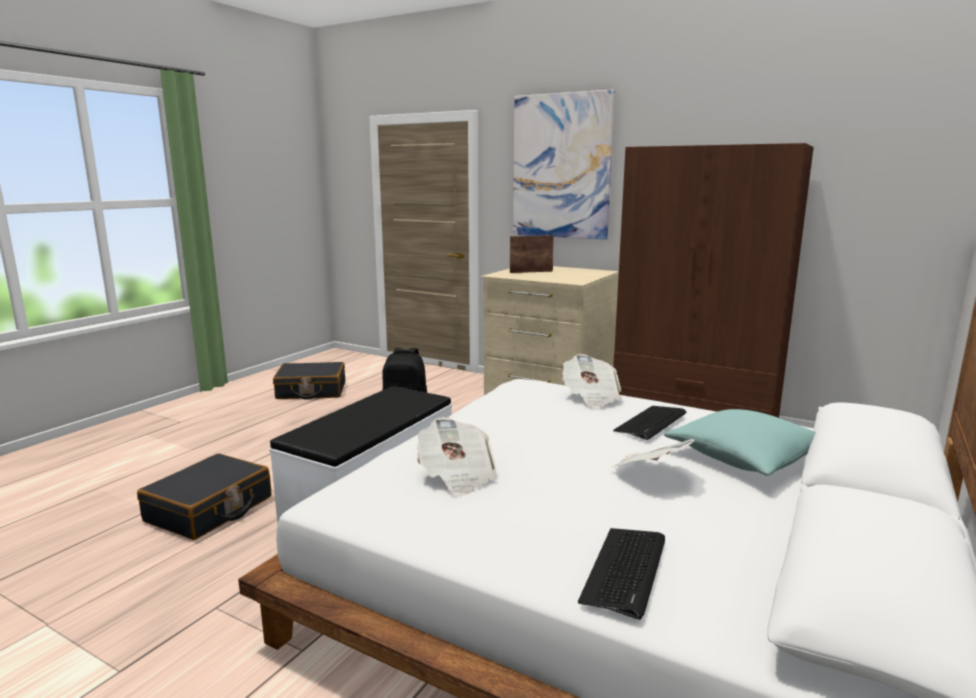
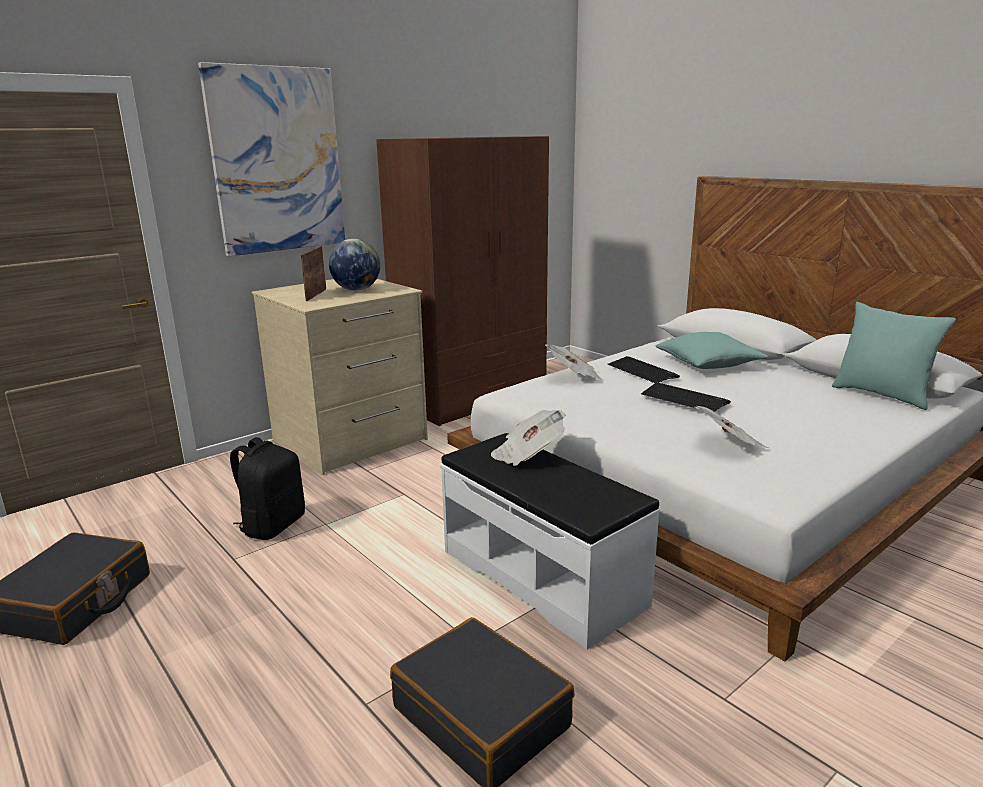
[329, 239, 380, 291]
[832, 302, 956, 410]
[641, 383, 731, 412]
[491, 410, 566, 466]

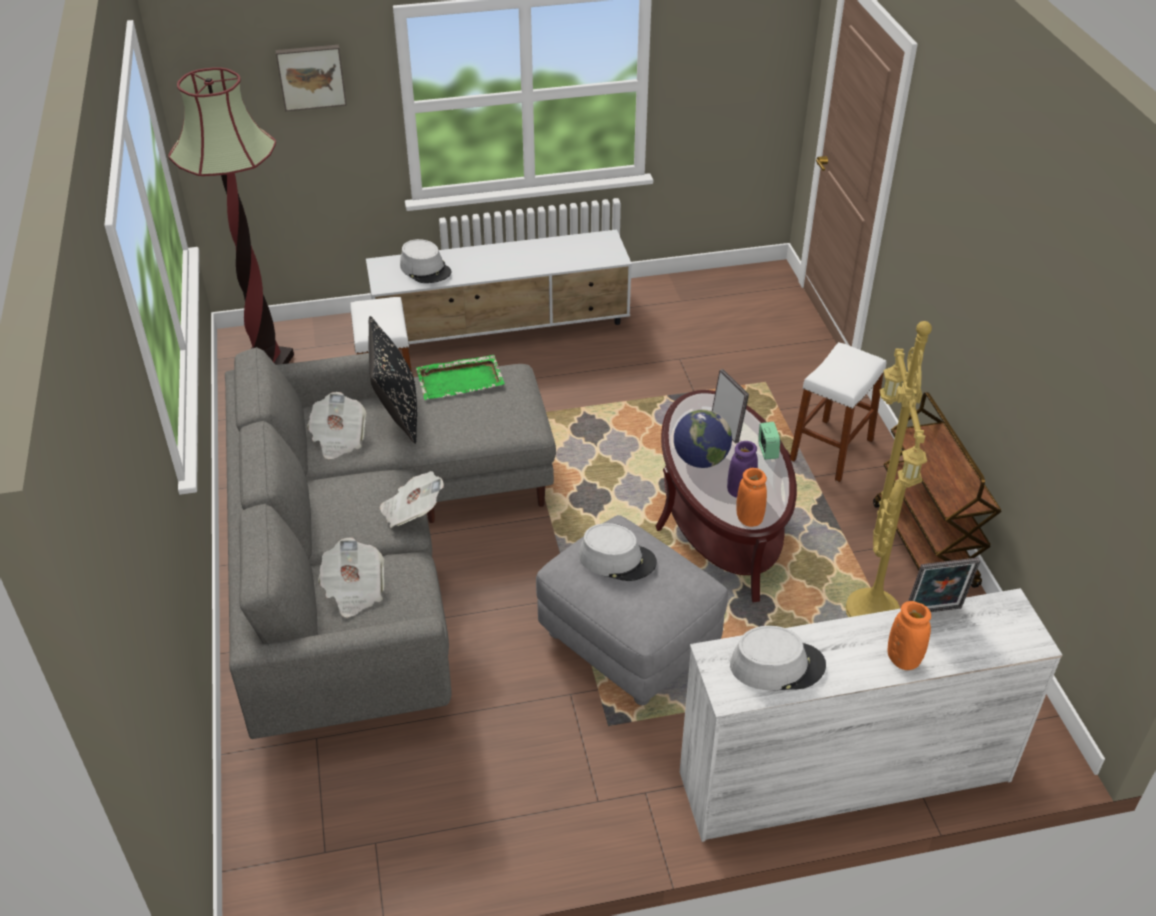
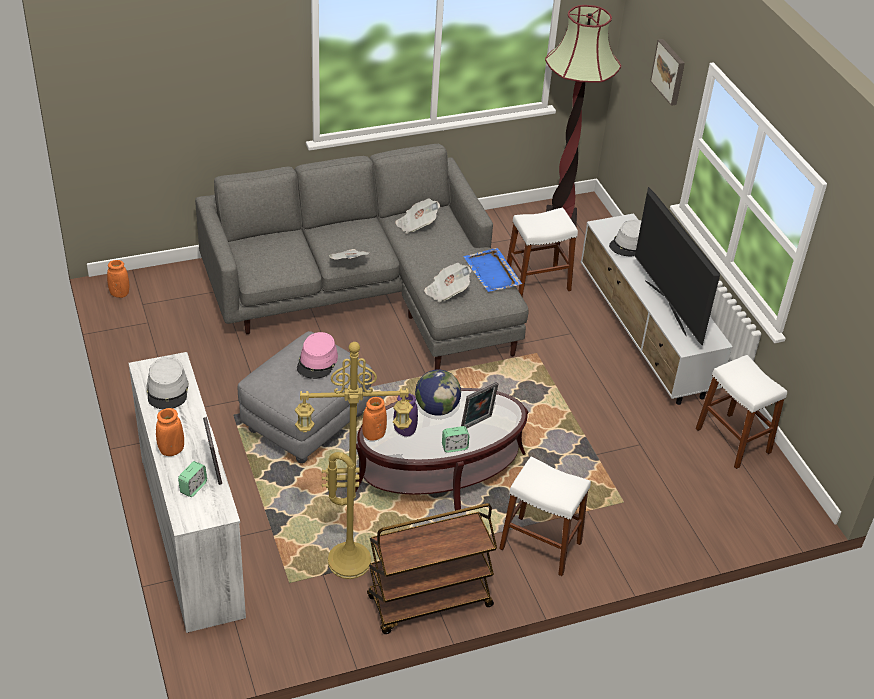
[368, 316, 417, 444] (first image)
[107, 260, 129, 298]
[178, 461, 207, 497]
[635, 187, 720, 346]
[696, 355, 787, 469]
[424, 263, 472, 303]
[463, 248, 522, 292]
[297, 332, 338, 379]

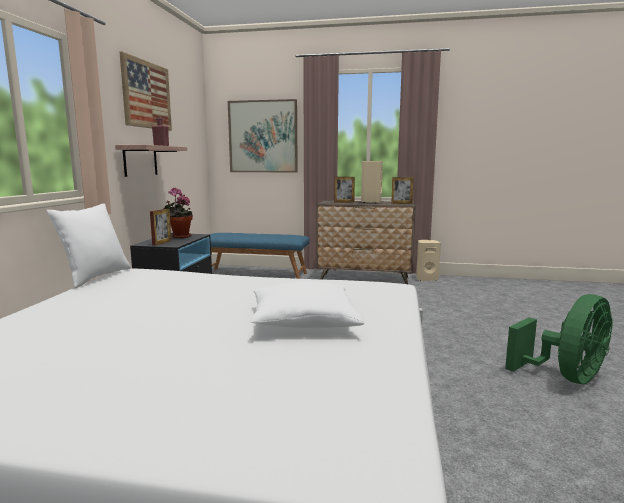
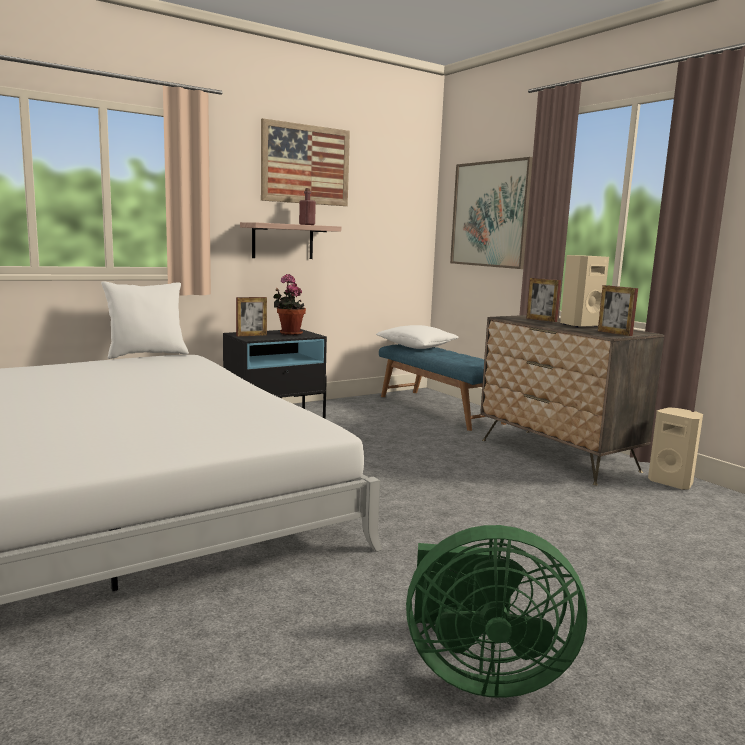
[376, 325, 459, 349]

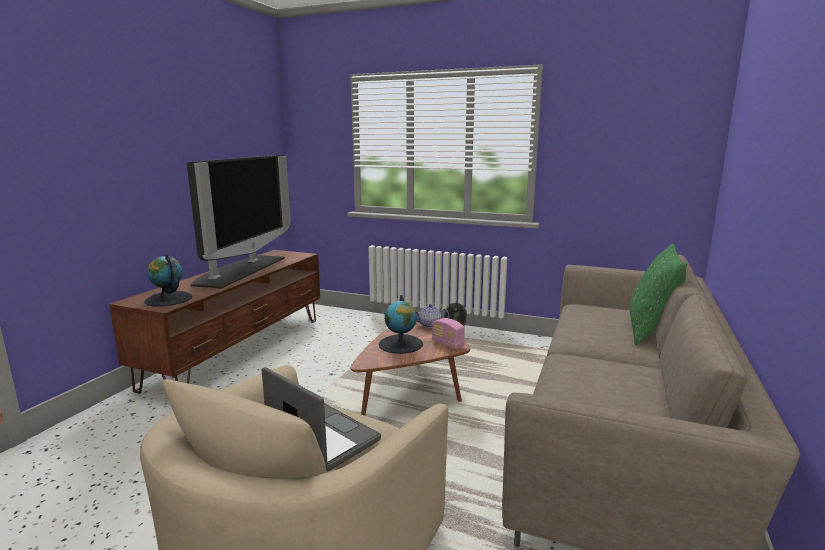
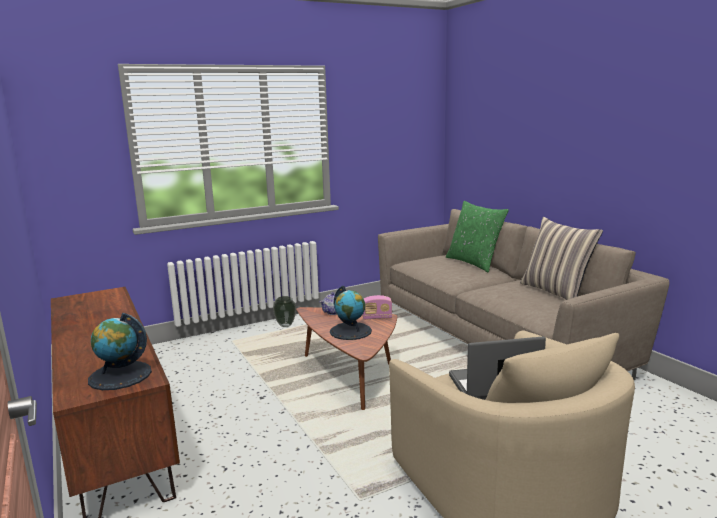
[187, 155, 291, 289] (first image)
[520, 217, 603, 300]

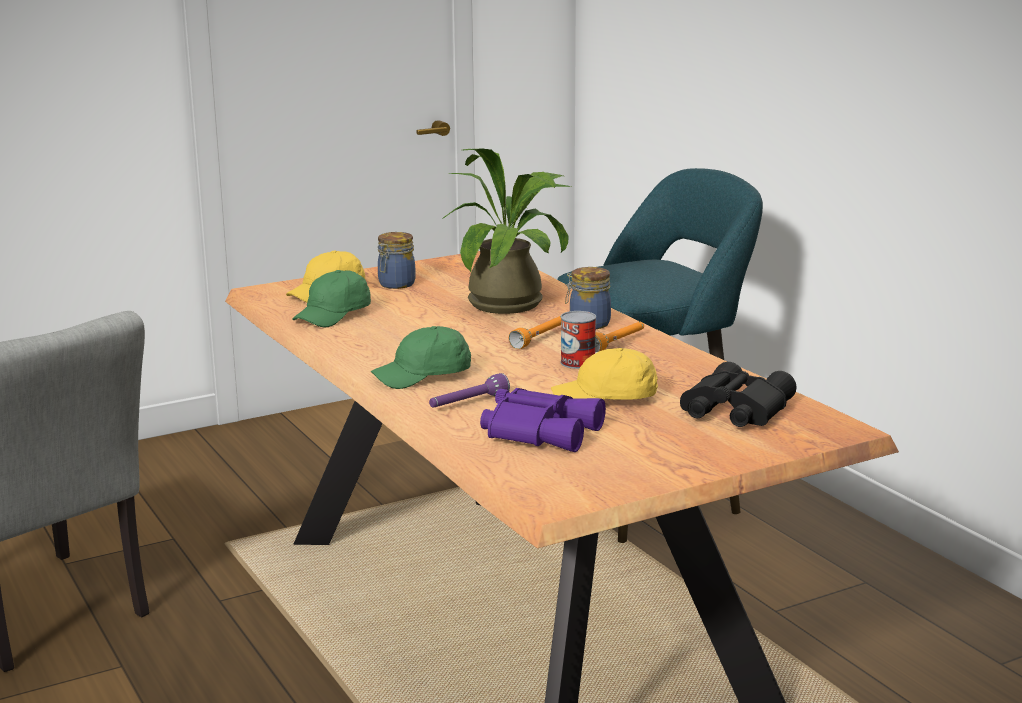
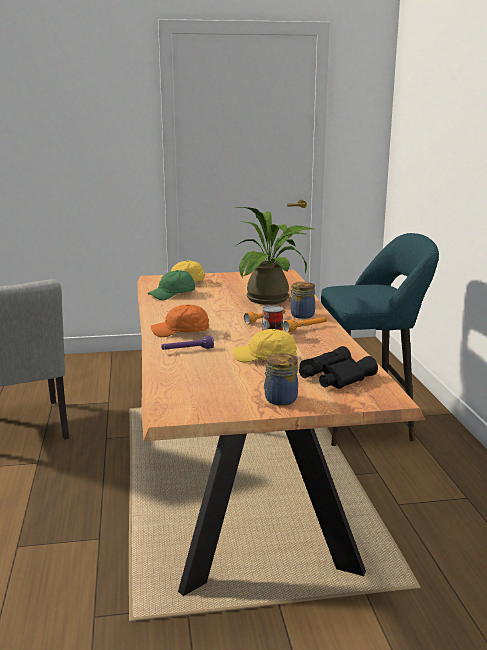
[480, 388, 606, 452] (first image)
[264, 353, 298, 406]
[151, 304, 209, 337]

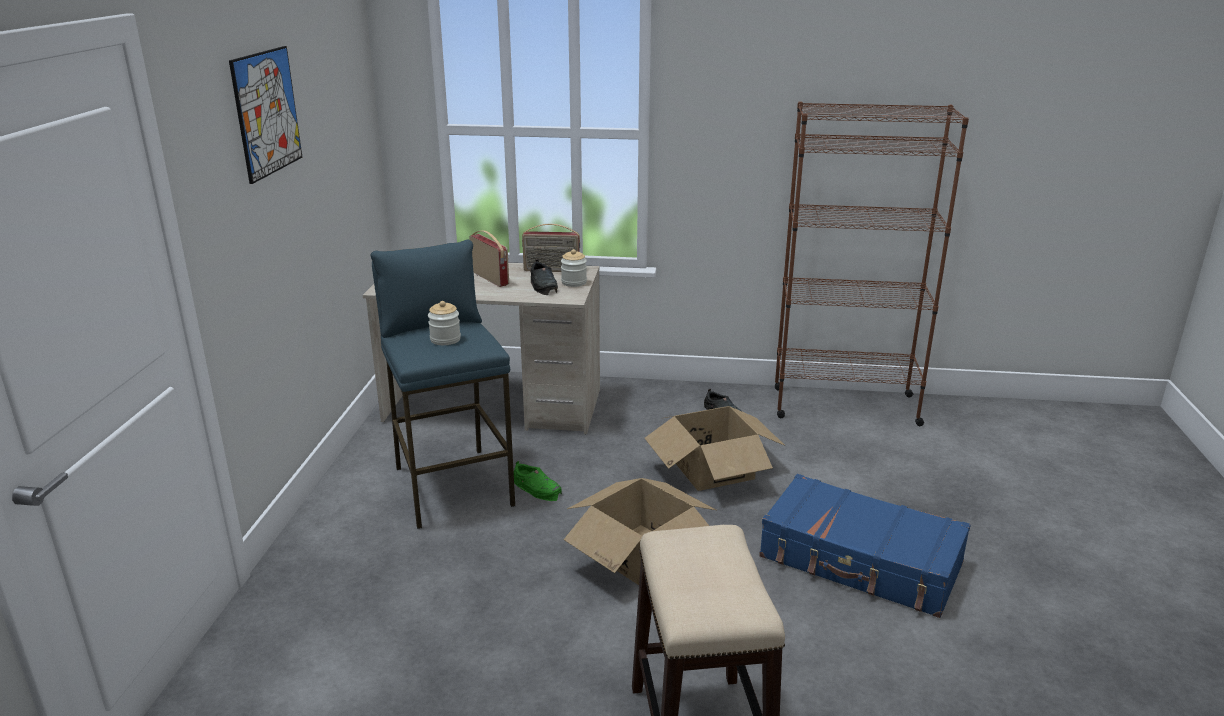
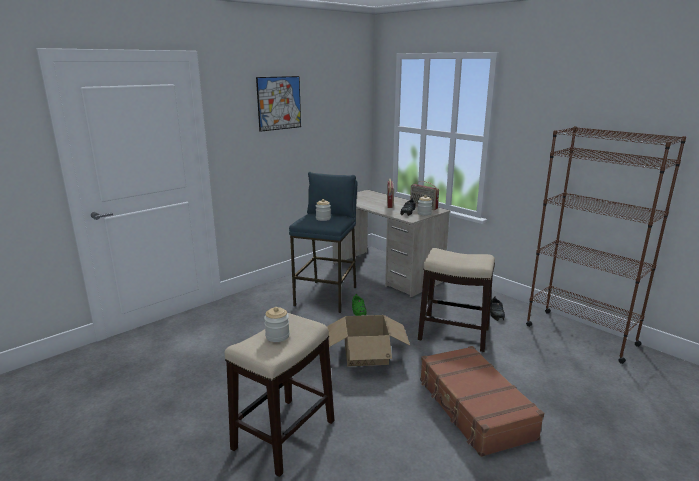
[264, 307, 290, 342]
[418, 248, 495, 352]
[420, 346, 544, 457]

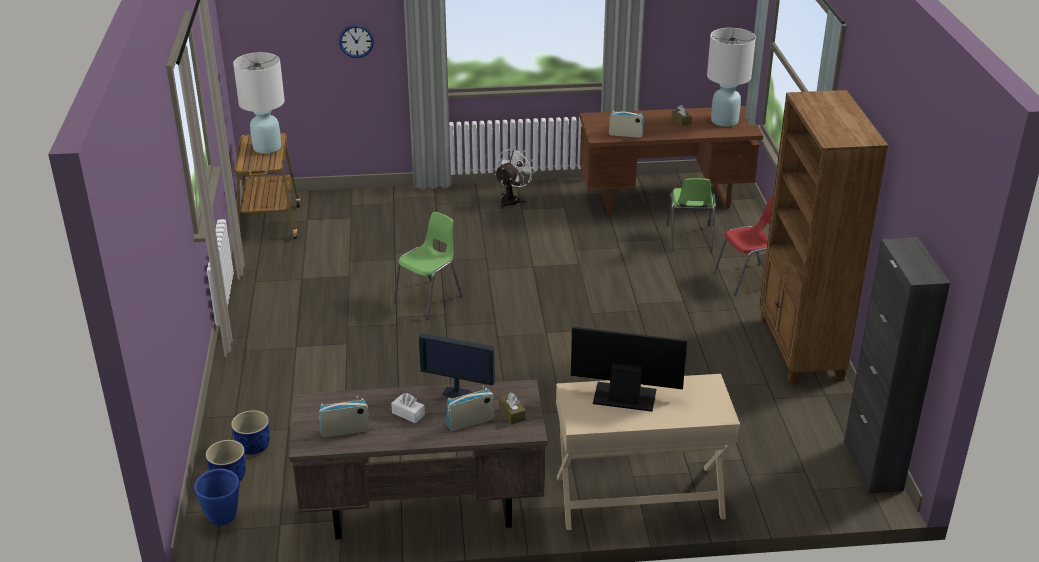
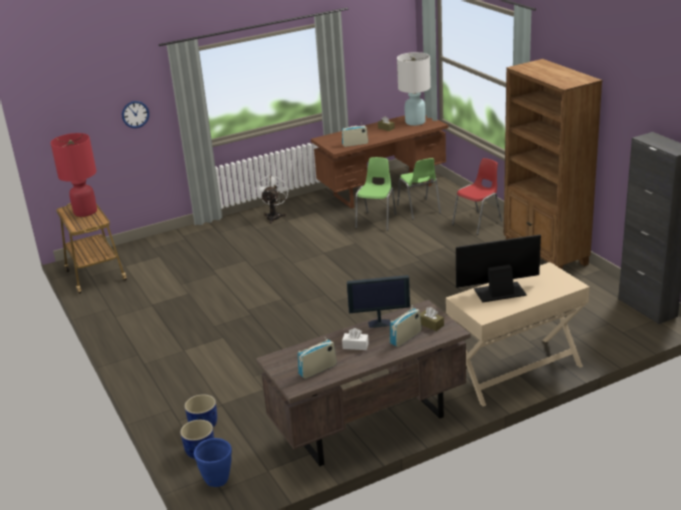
[355, 157, 396, 231]
[51, 133, 97, 217]

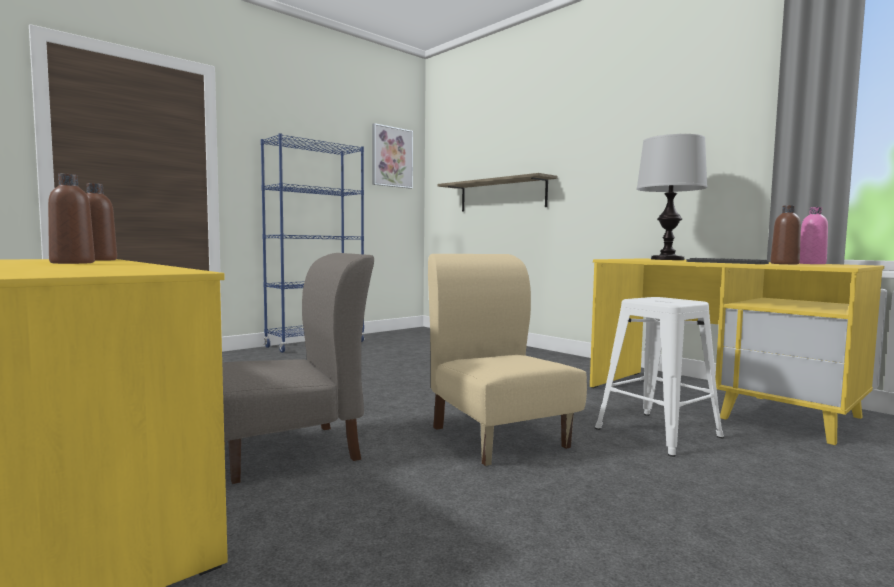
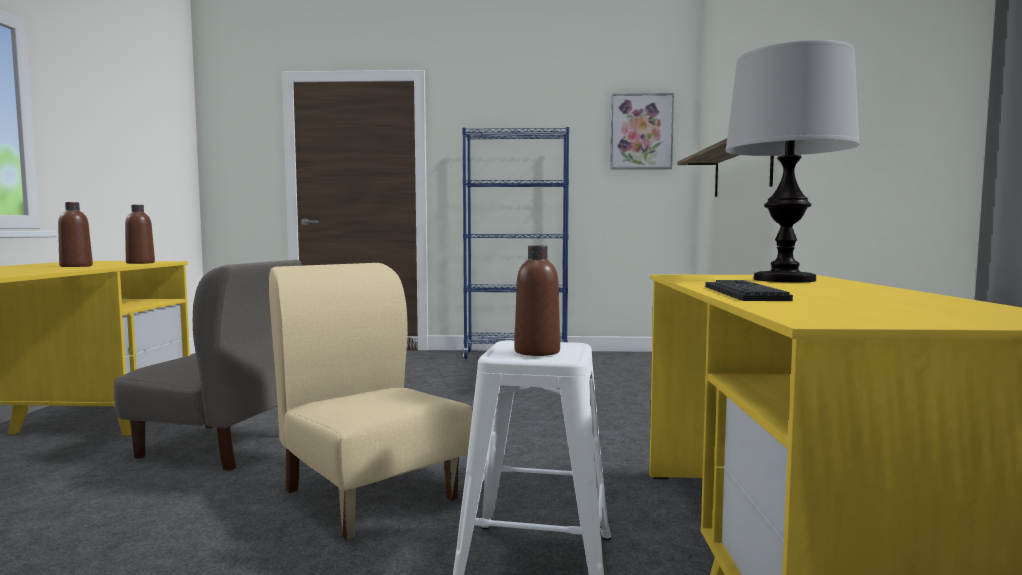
[799, 207, 828, 264] (first image)
[514, 245, 560, 356]
[269, 263, 472, 540]

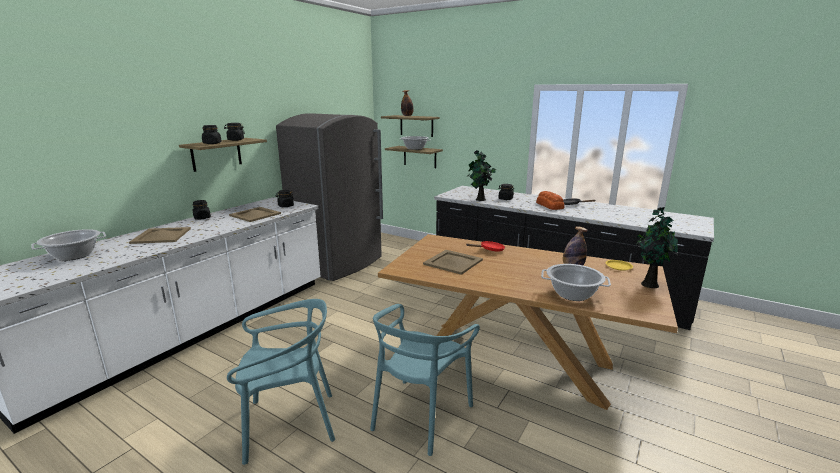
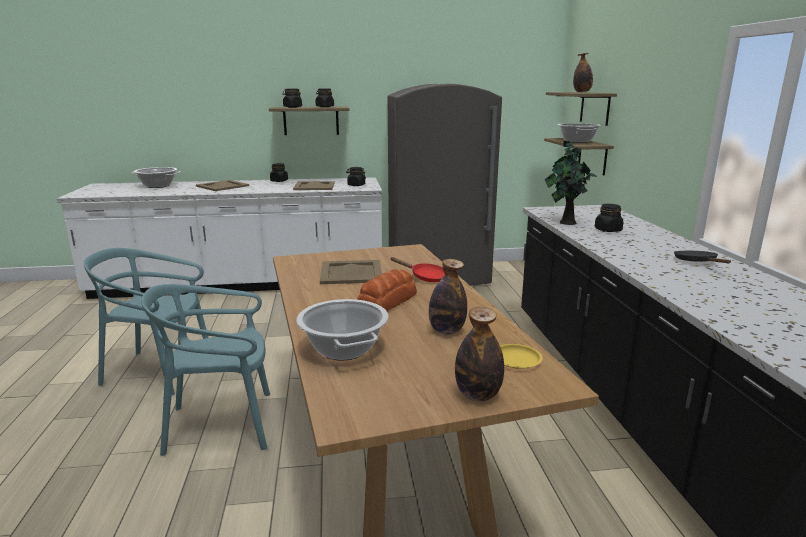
[357, 269, 417, 311]
[455, 307, 504, 401]
[84, 248, 209, 395]

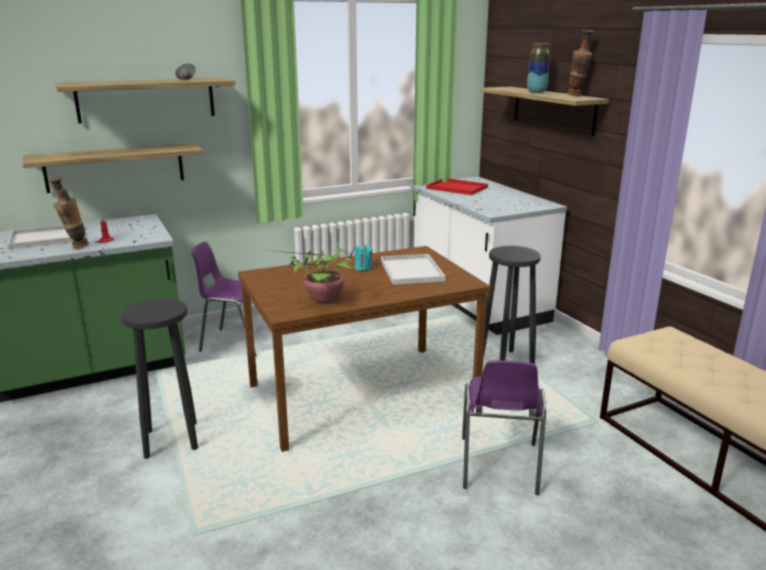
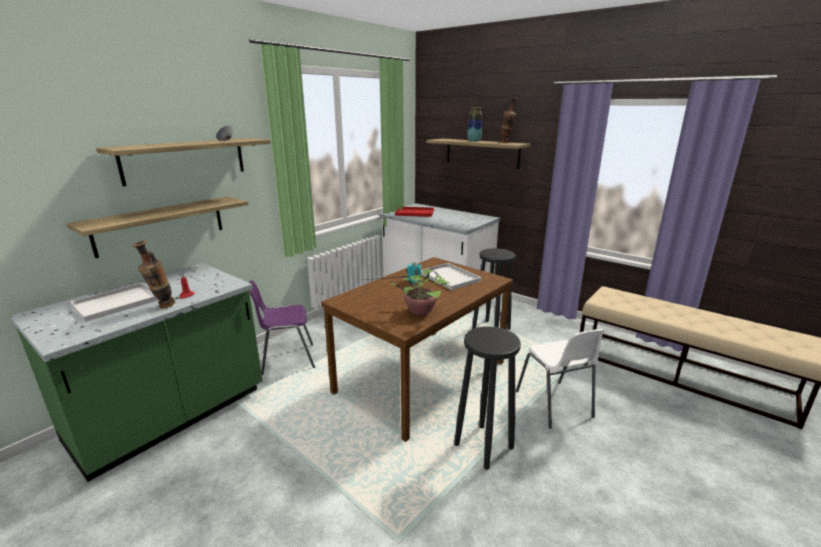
[454, 326, 521, 470]
[516, 329, 604, 429]

